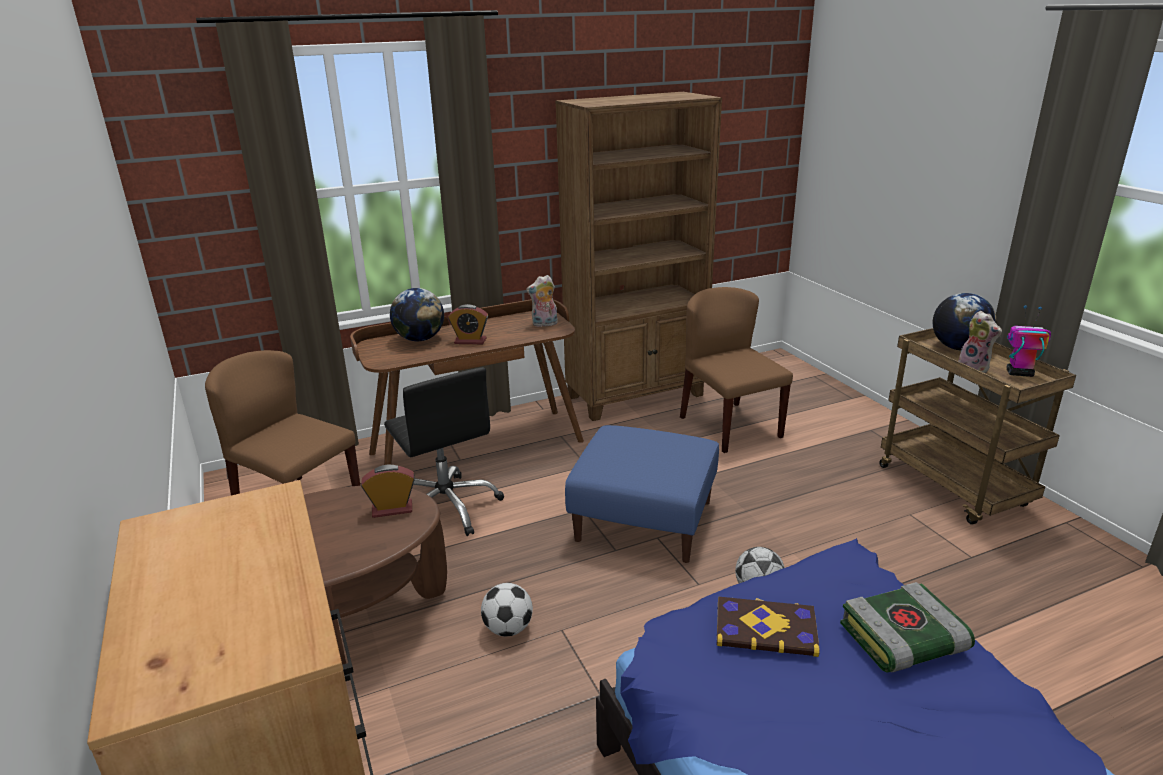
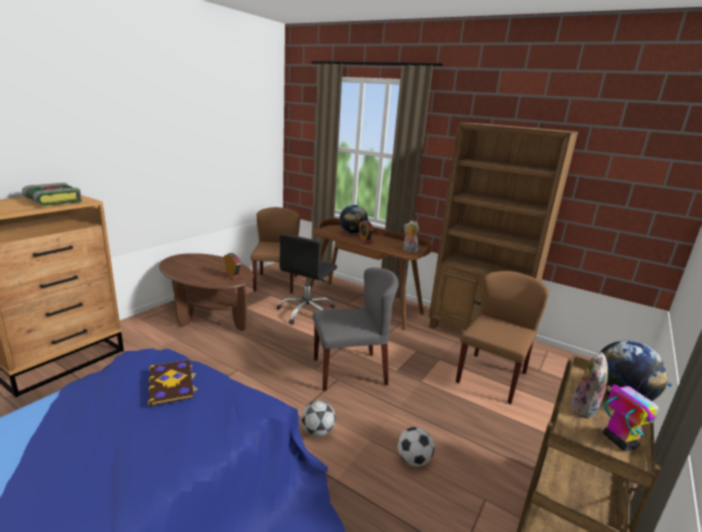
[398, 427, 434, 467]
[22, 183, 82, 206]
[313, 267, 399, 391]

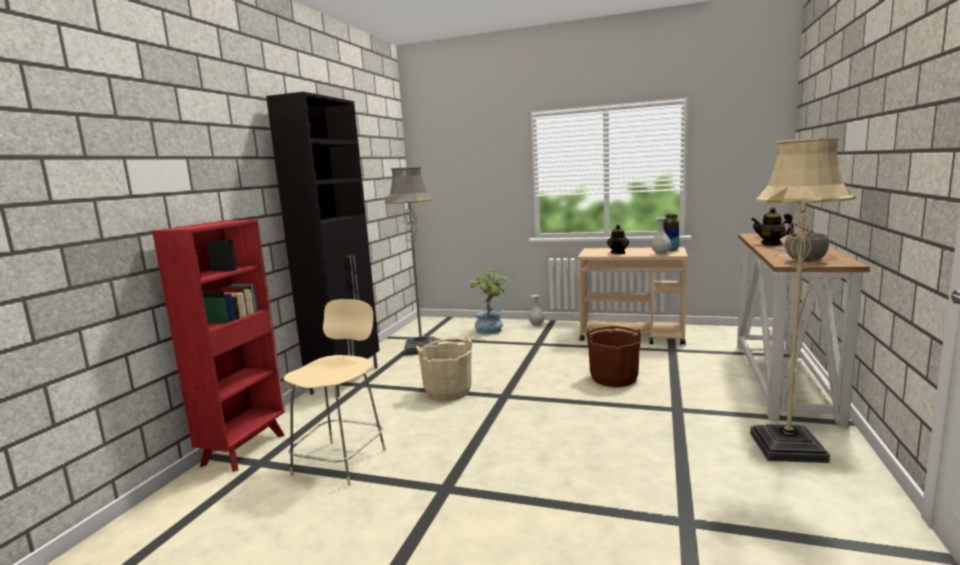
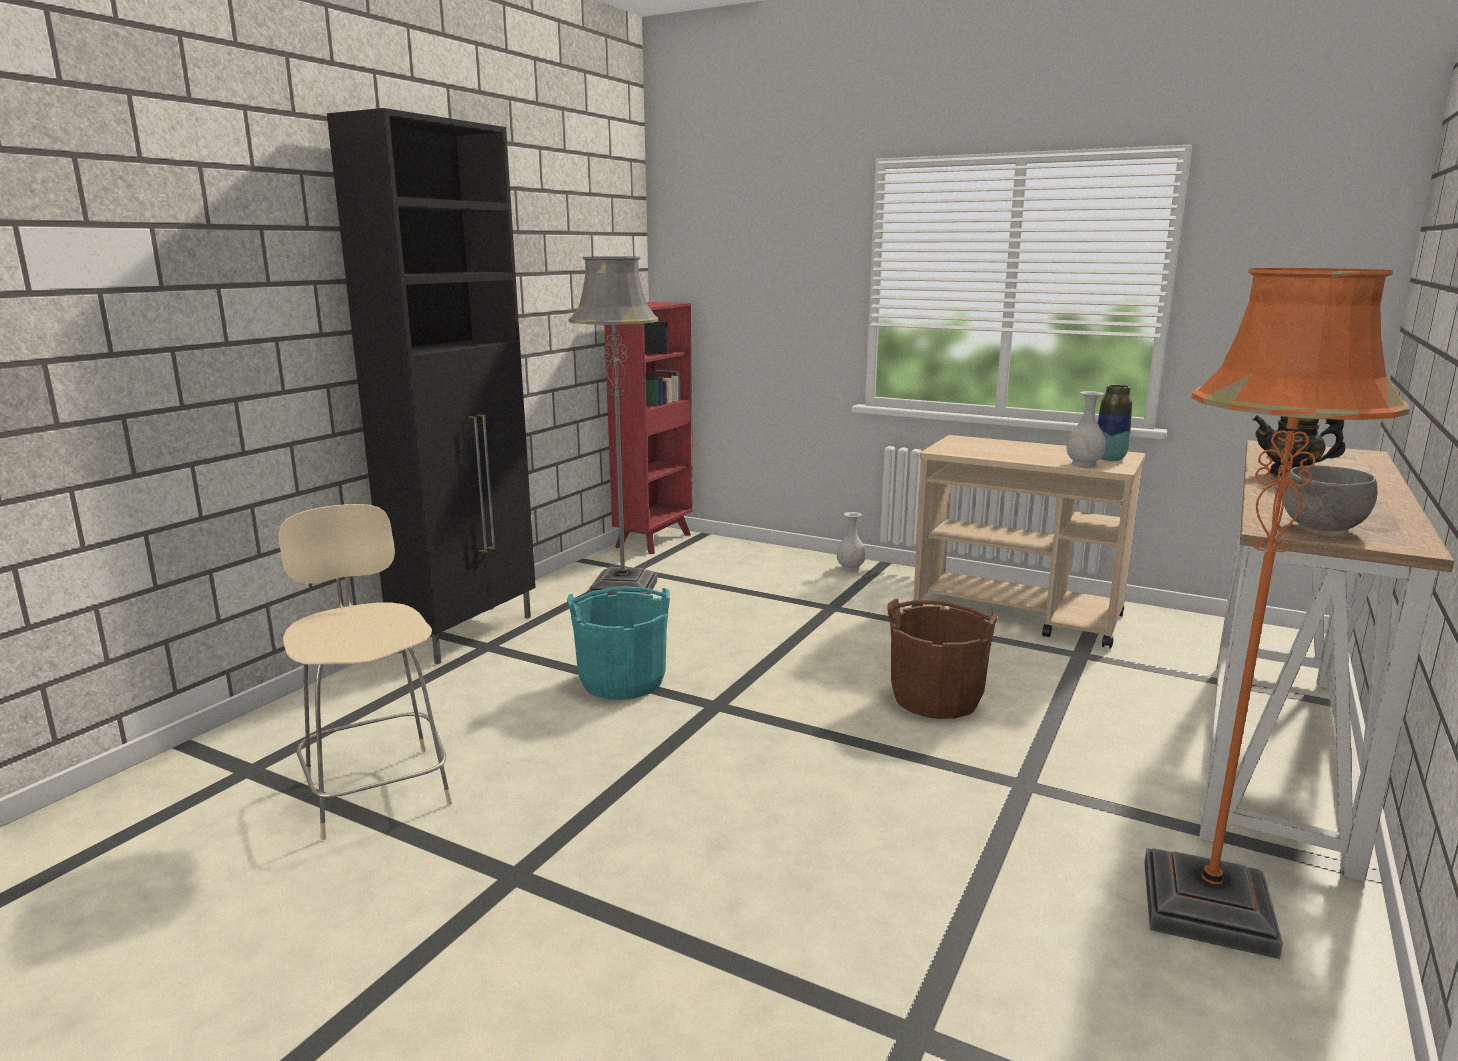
[469, 269, 514, 335] (first image)
[607, 224, 629, 254] (first image)
[604, 302, 693, 554]
[567, 586, 670, 700]
[1144, 268, 1410, 959]
[279, 504, 452, 840]

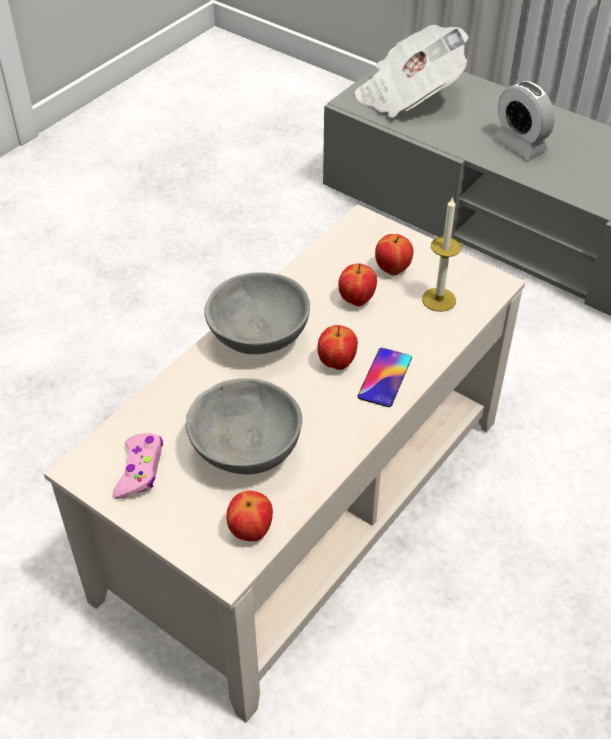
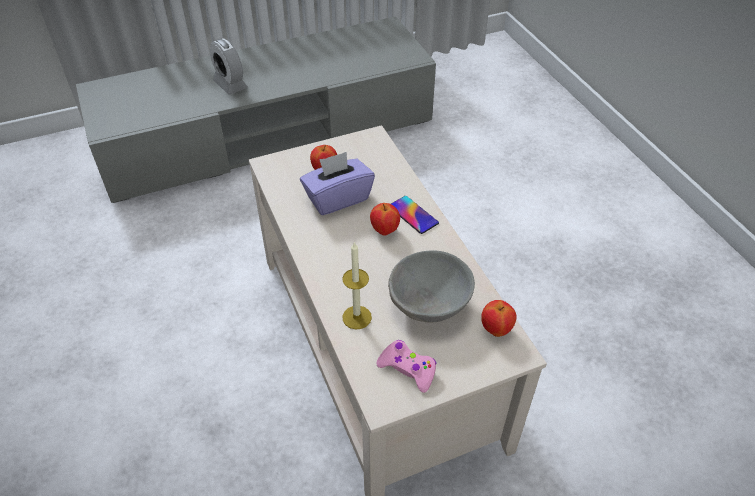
[204, 272, 310, 354] (first image)
[355, 24, 469, 118] (first image)
[342, 241, 372, 330]
[300, 152, 375, 215]
[210, 38, 247, 95]

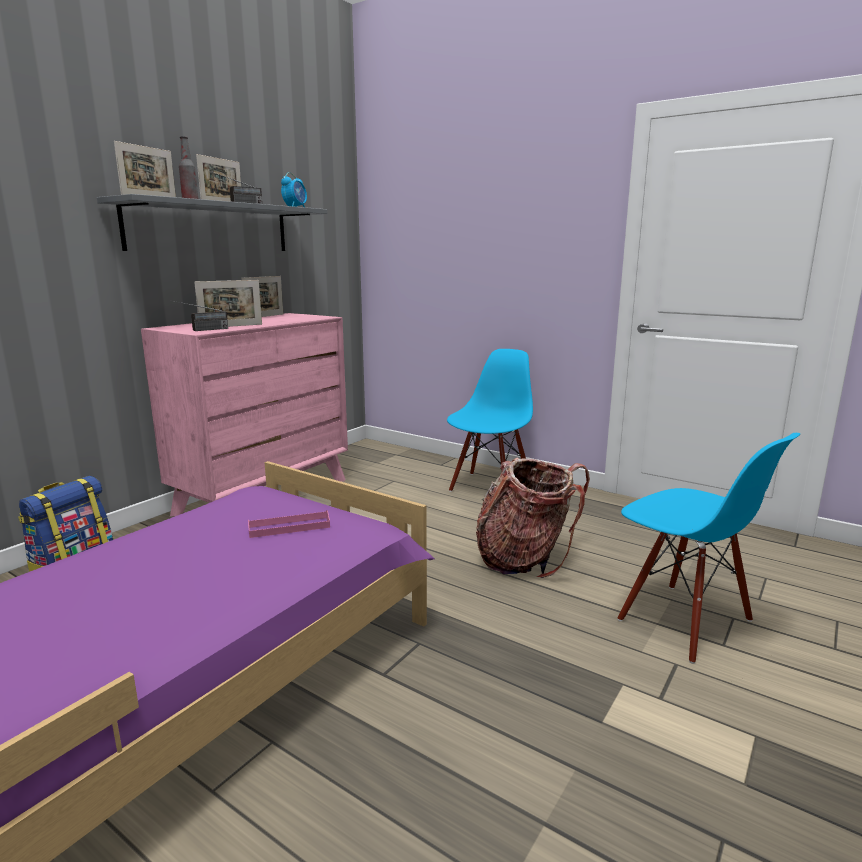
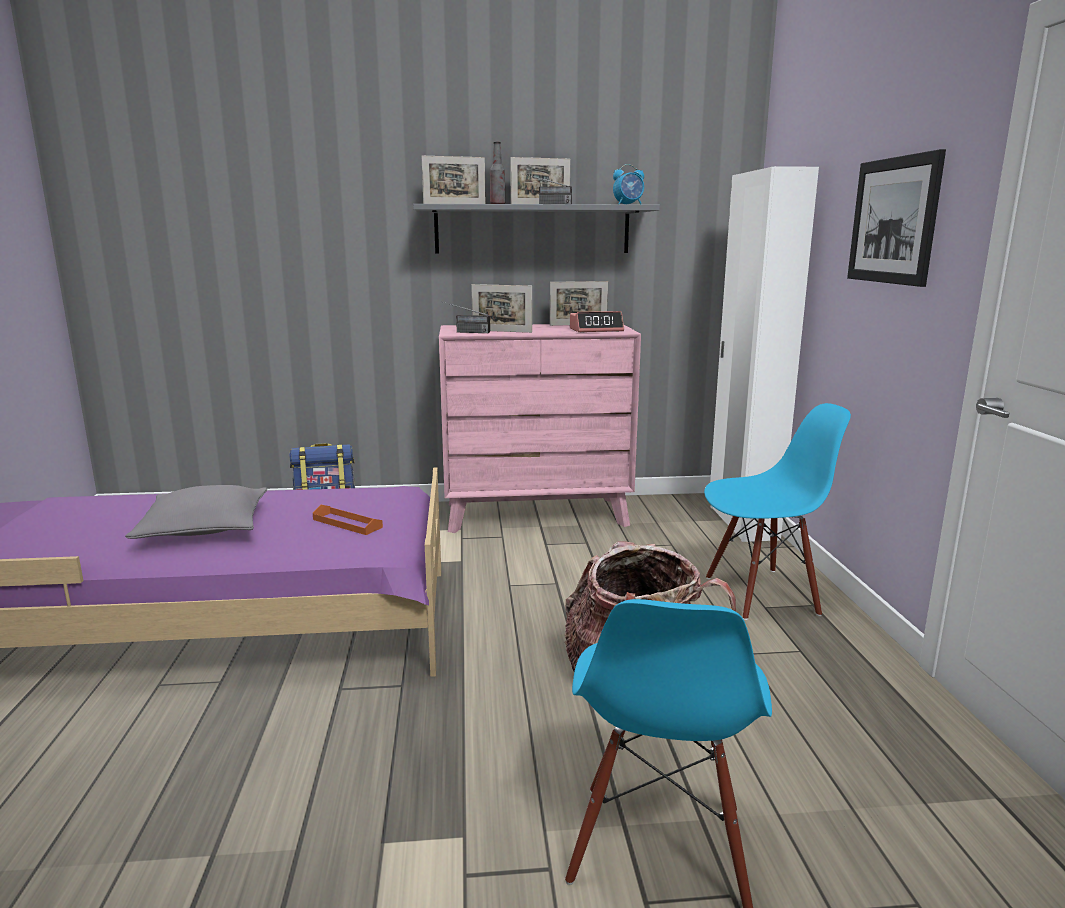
[125, 485, 267, 539]
[570, 311, 624, 333]
[710, 166, 819, 542]
[847, 149, 946, 287]
[313, 505, 383, 535]

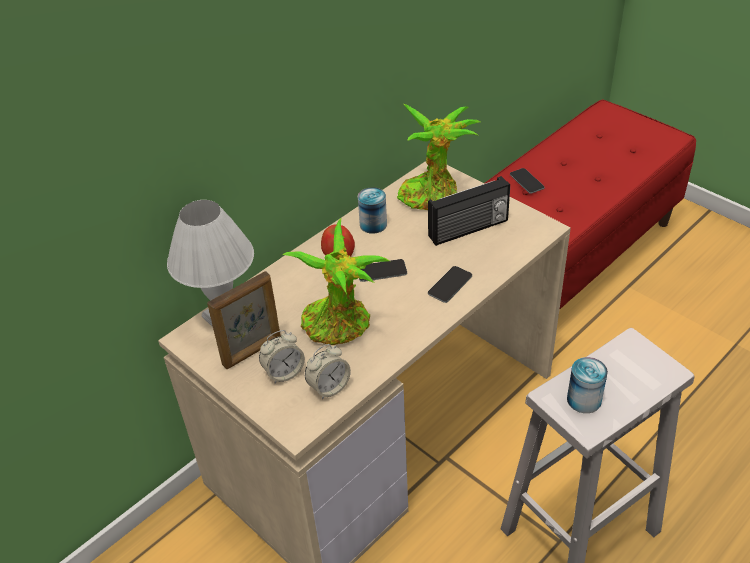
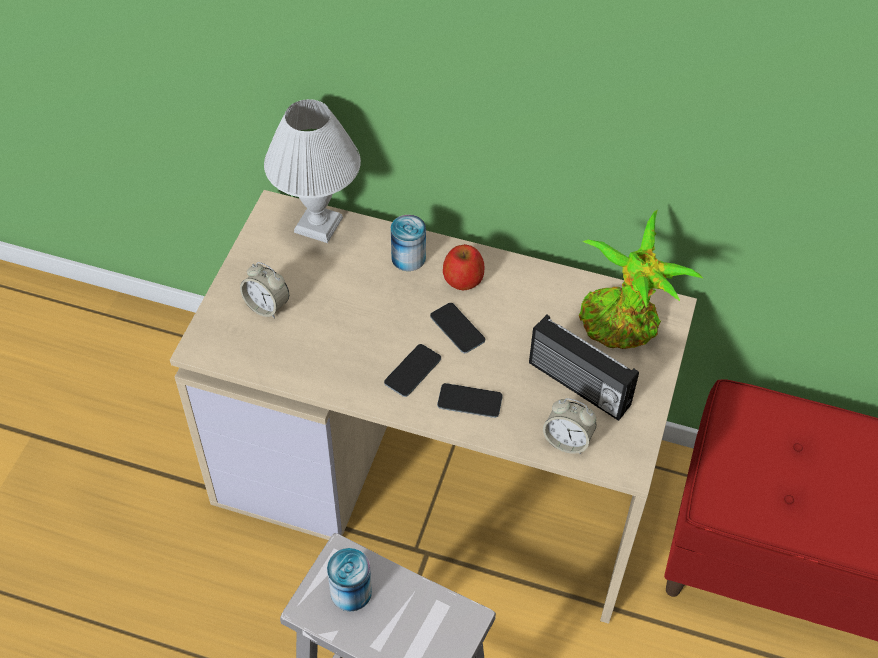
[207, 271, 281, 369] (first image)
[282, 219, 389, 345] (first image)
[543, 398, 597, 454]
[391, 215, 426, 271]
[384, 344, 441, 397]

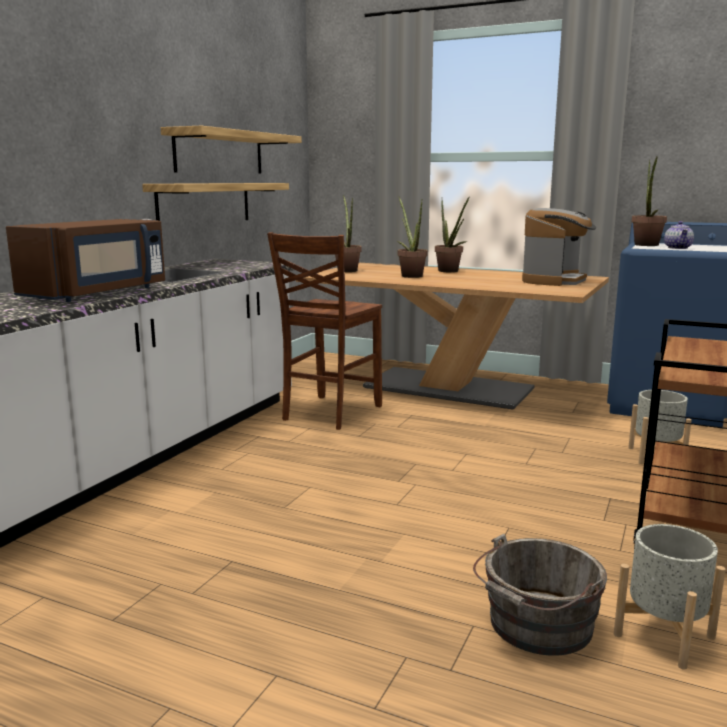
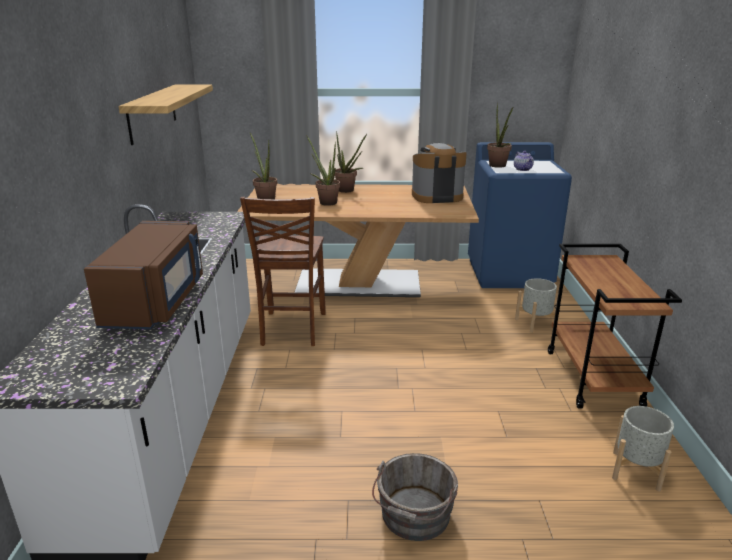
[142, 183, 289, 221] (first image)
[372, 453, 458, 541]
[412, 142, 467, 203]

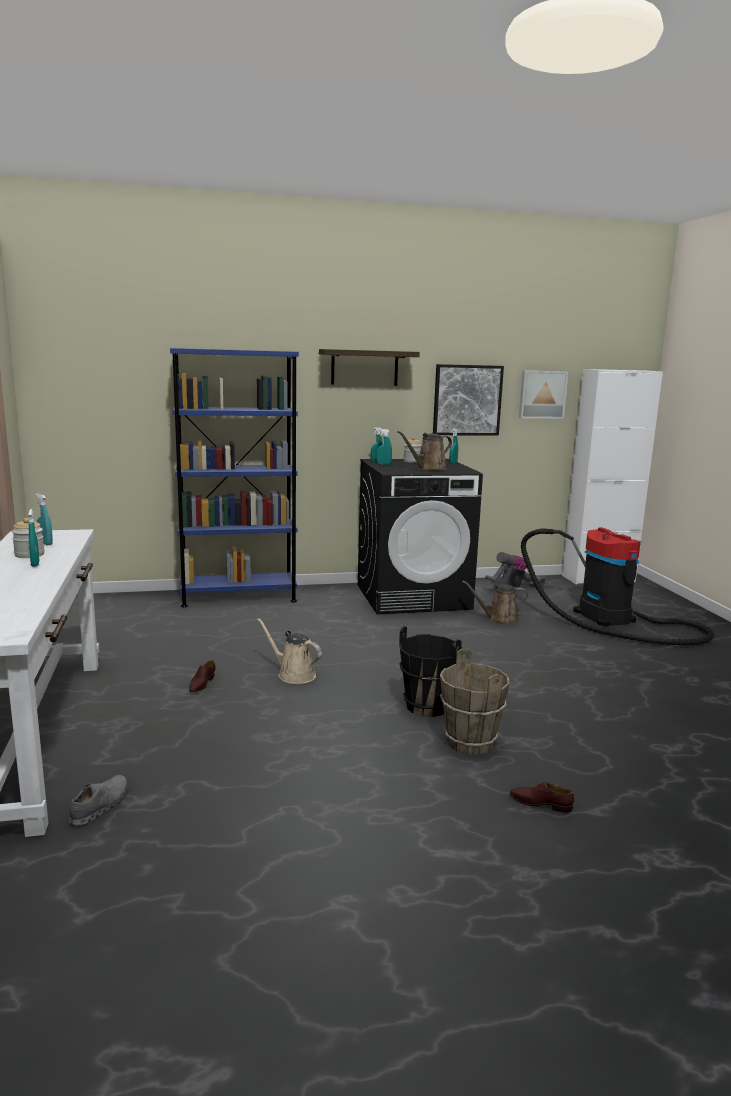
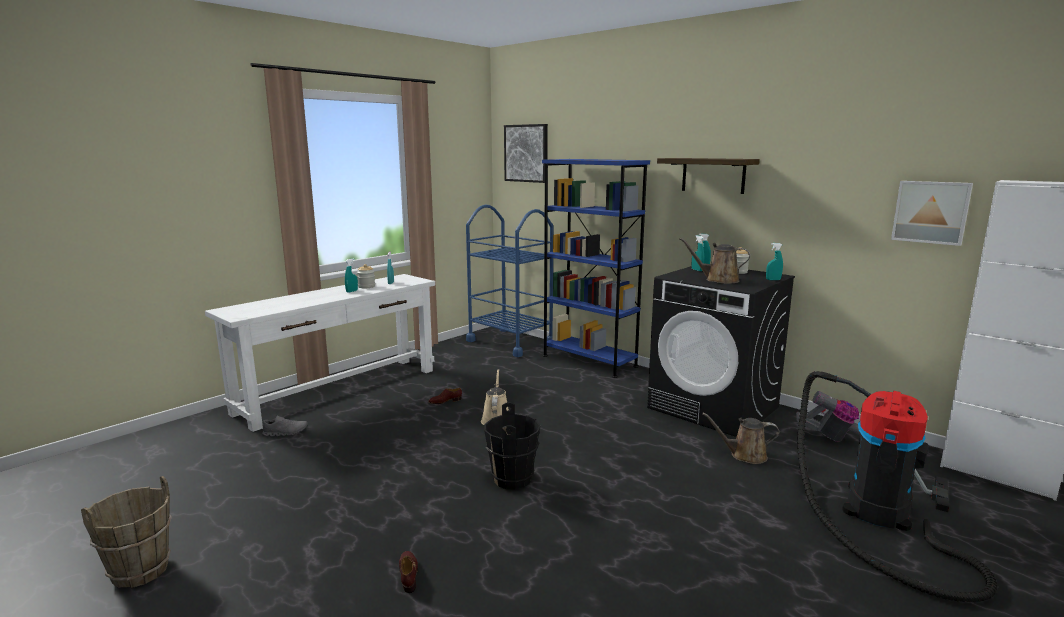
[466, 205, 554, 357]
[504, 124, 548, 183]
[81, 476, 172, 588]
[702, 413, 779, 464]

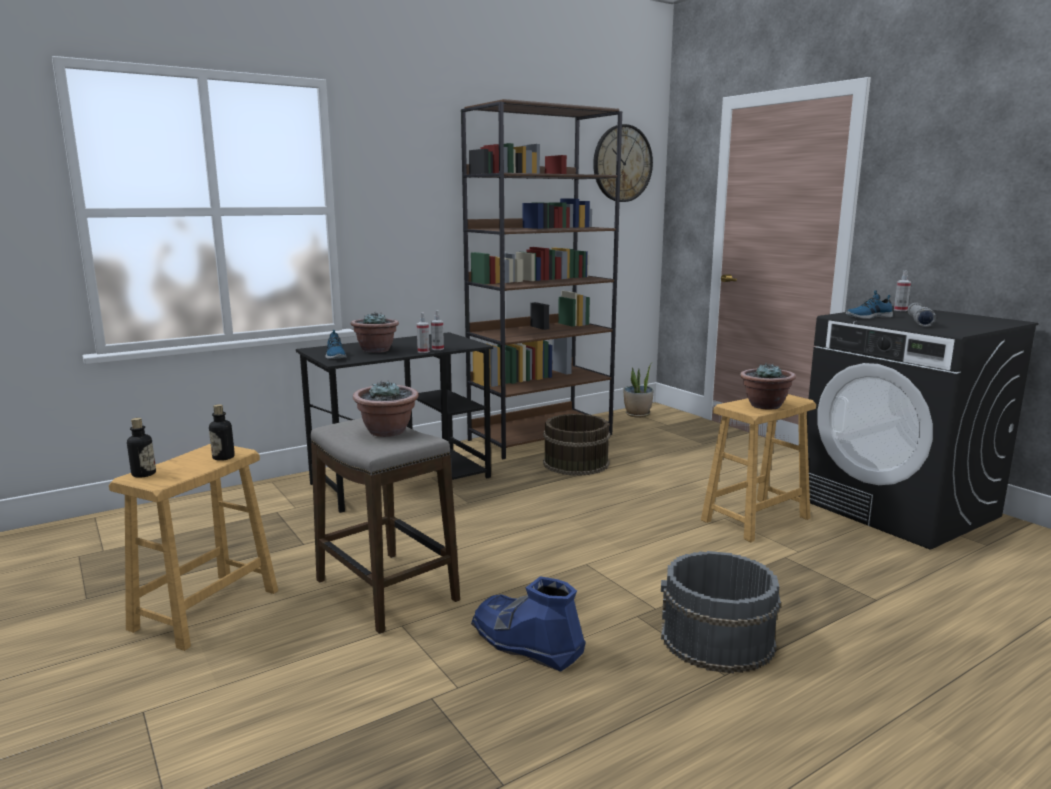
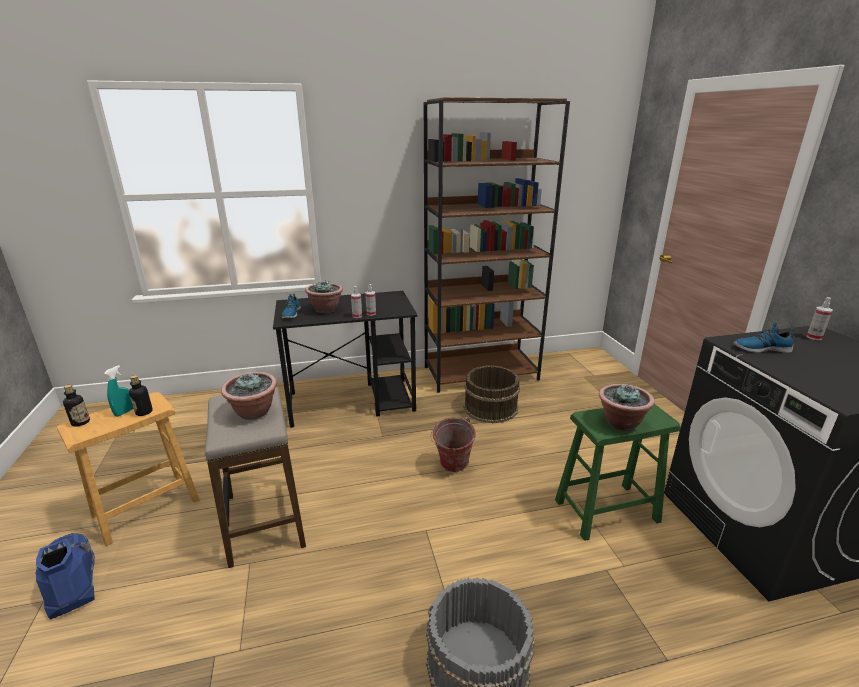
[593, 124, 653, 202] (first image)
[623, 362, 653, 417] (first image)
[908, 303, 936, 327] (first image)
[104, 365, 133, 417]
[430, 417, 476, 472]
[35, 533, 95, 620]
[555, 404, 681, 541]

